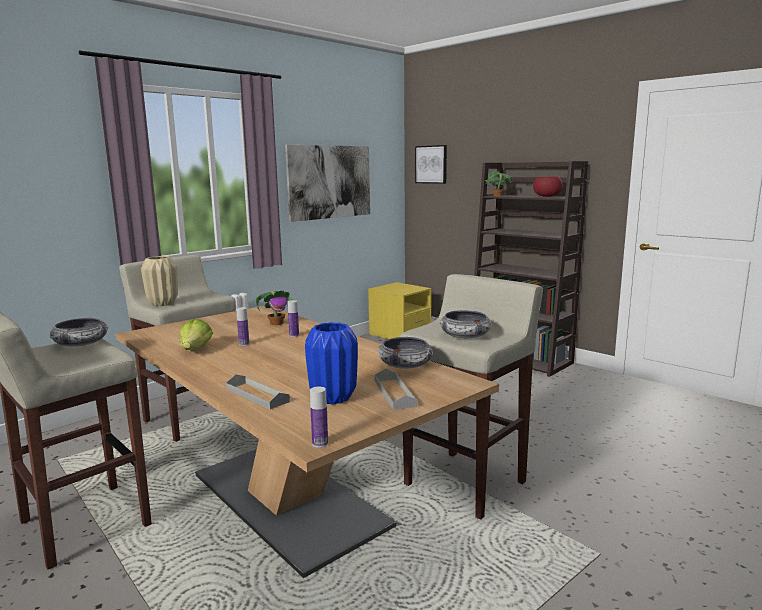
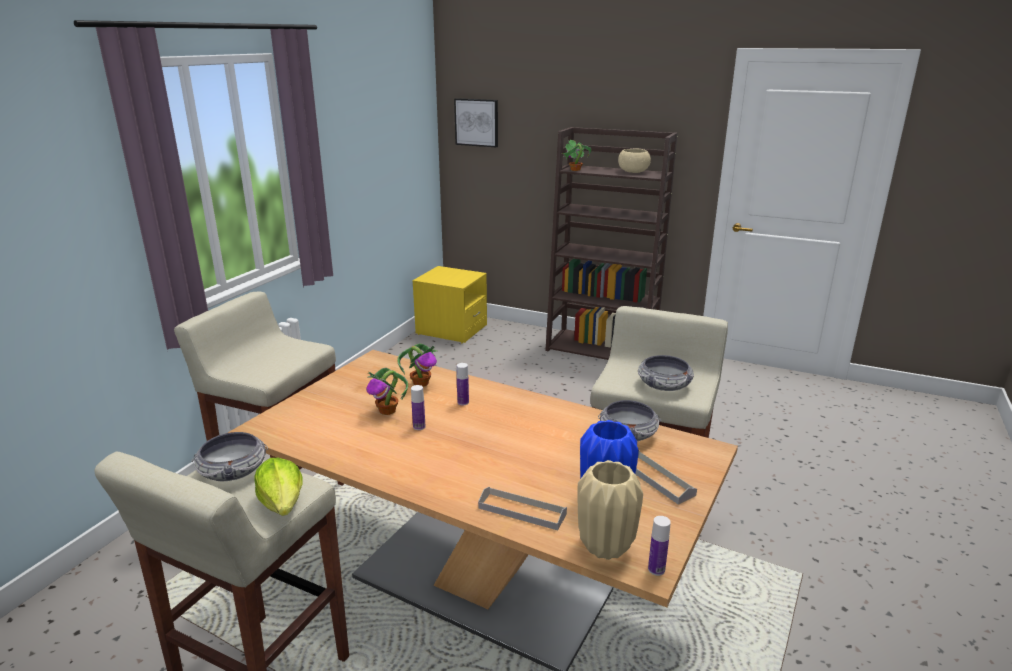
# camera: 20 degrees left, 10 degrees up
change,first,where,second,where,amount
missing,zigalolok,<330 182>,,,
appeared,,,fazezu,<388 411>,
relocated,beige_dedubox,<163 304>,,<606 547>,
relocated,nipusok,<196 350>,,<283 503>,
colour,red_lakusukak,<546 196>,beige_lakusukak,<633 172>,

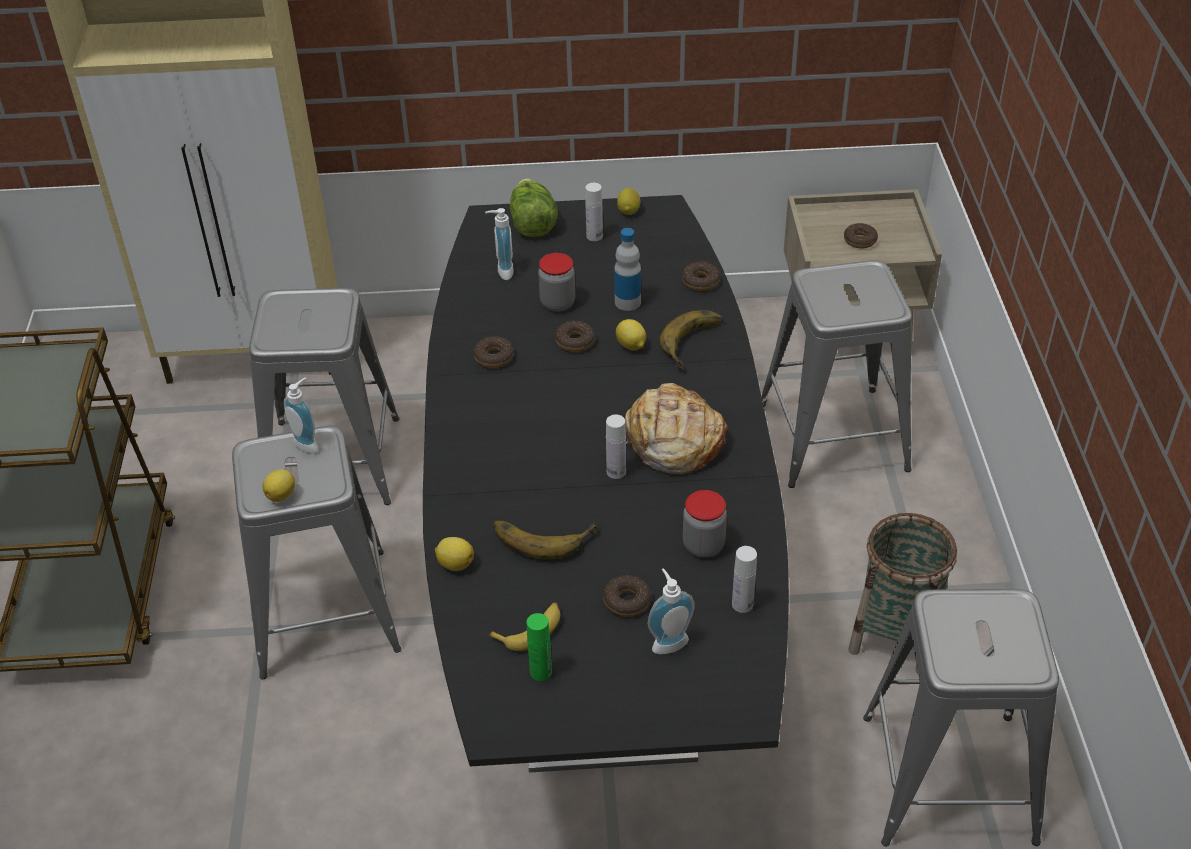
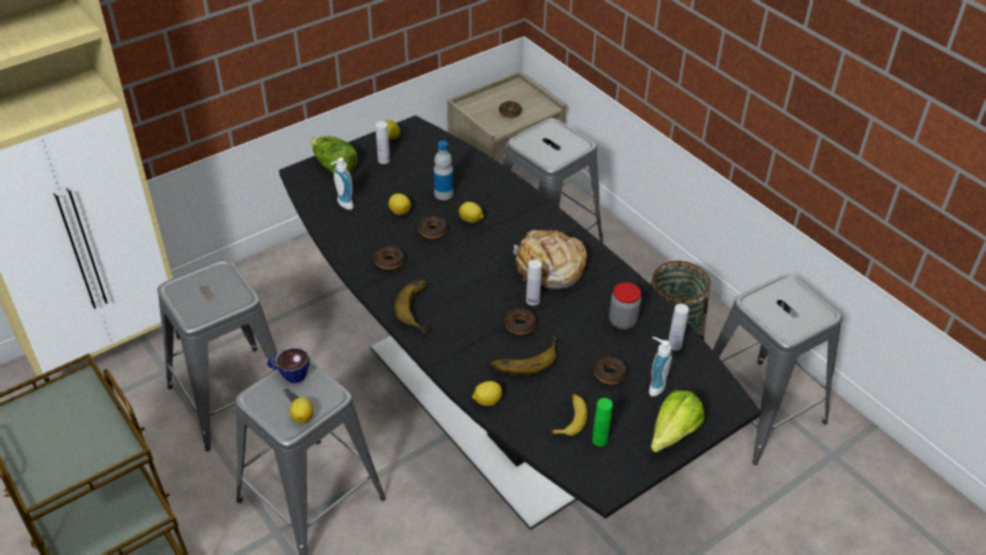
# camera: 35 degrees left, 0 degrees up
change,first,where,second,where,amount
appeared,,,nipusok,<668 438>,
relocated,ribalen,<697 344>,,<422 309>,
relocated,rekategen,<700 281>,,<520 325>,
exchanged,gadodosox,<308 443>,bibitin,<289 374>,
exchanged,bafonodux,<557 303>,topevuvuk,<399 211>,

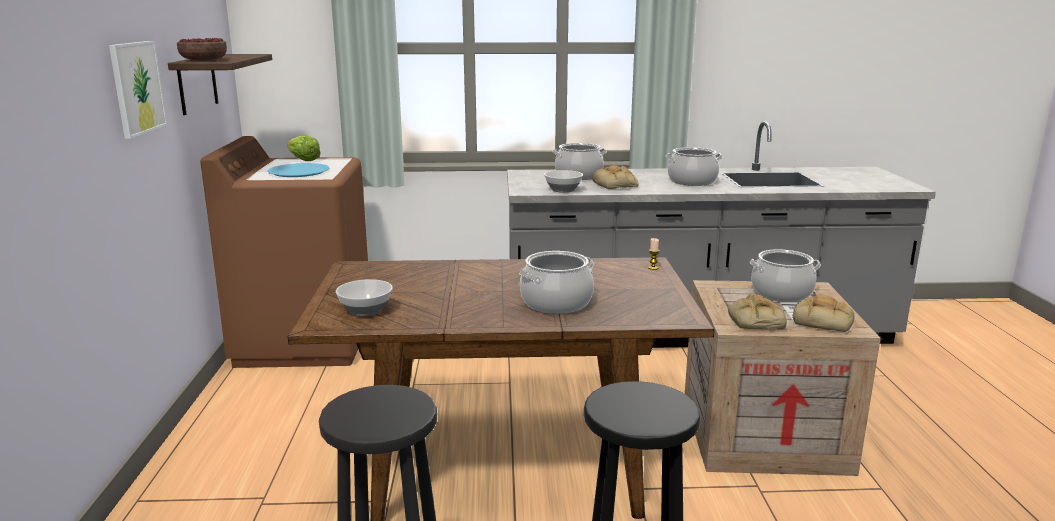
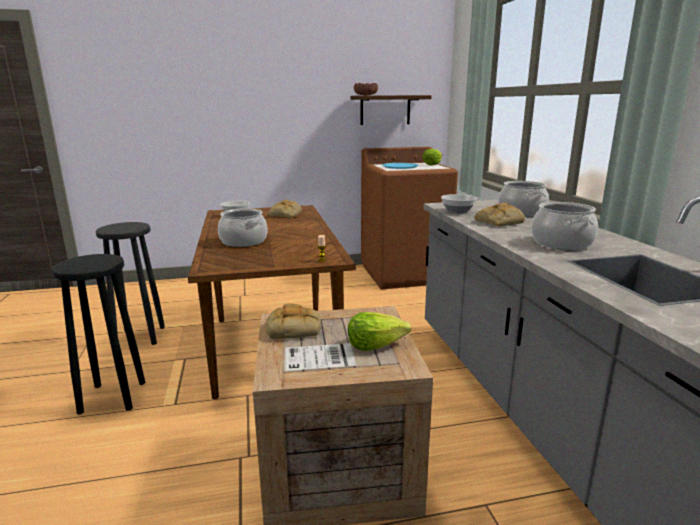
# camera: 80 degrees right, 0 degrees up
change,first,where,second,where,amount
missing,zigalolok,<137 88>,,,
relocated,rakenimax,<823 321>,,<286 214>,
exchanged,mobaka,<781 293>,nipusok,<375 345>,

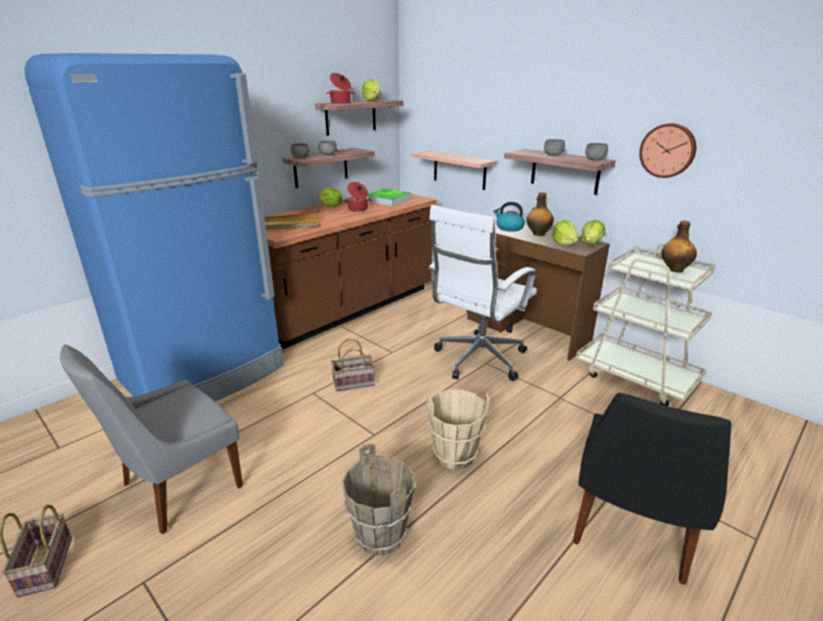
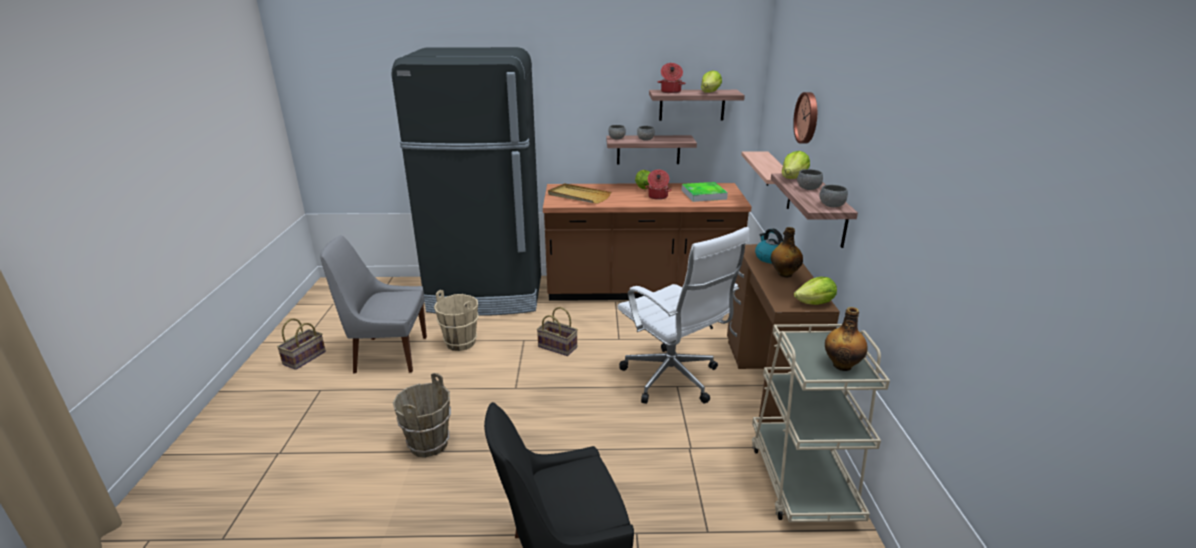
# camera: 45 degrees right, 0 degrees up
change,first,where,second,where,amount
relocated,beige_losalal,<454 455>,,<461 342>,
relocated,nipusok,<564 244>,,<793 178>,
relocated,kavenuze,<668 150>,,<808 118>,
colour,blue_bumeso,<204 373>,black_bumeso,<487 295>,
spun,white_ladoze,<477 360>,,<673 380>,120 degrees counterclockwise

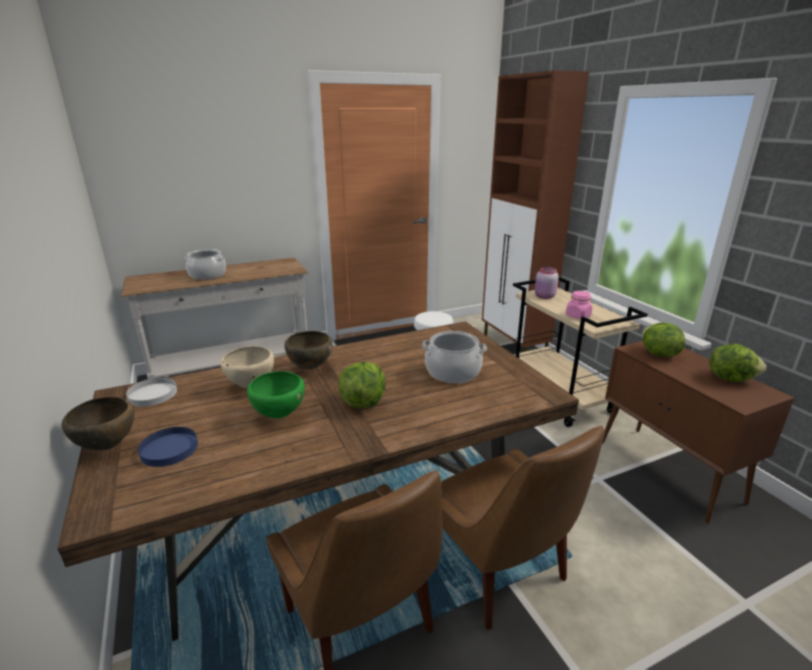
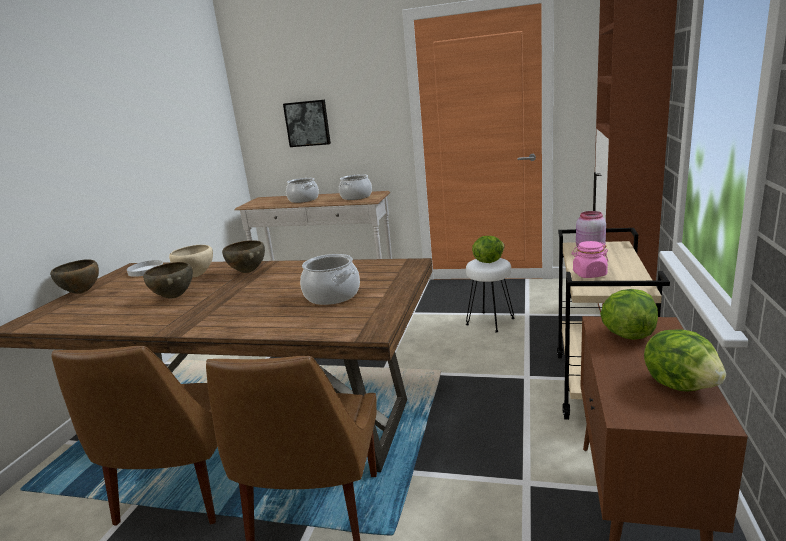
# camera: 40 degrees right, 5 degrees down
change,first,where,second,where,amount
missing,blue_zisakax,<168 449>,,,
appeared,,,zigalolok,<307 123>,
appeared,,,mobaka,<356 197>,
relocated,nipusok,<363 402>,,<488 261>,
colour,green_lakusukak,<279 415>,brown_lakusukak,<174 297>,

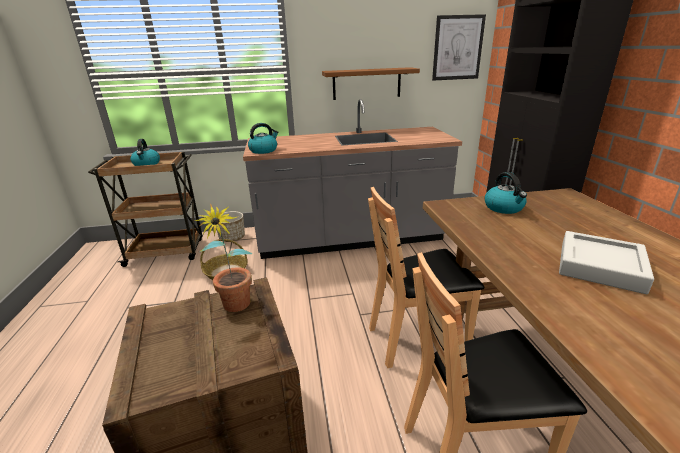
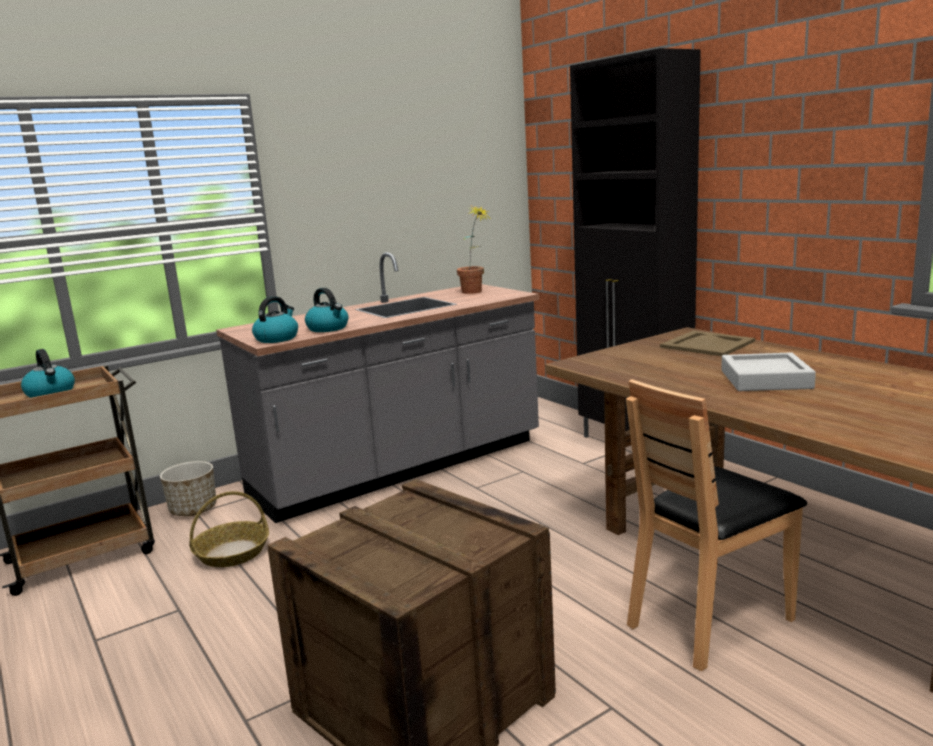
# camera: 25 degrees left, 10 degrees down
change,first,where,second,where,amount
missing,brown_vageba,<366 83>,,,
missing,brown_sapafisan,<417 339>,,,
missing,zigalolok,<457 48>,,,
appeared,,,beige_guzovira,<708 344>,
relocated,fazezu,<236 309>,,<475 292>,
relocated,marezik,<504 208>,,<328 328>,

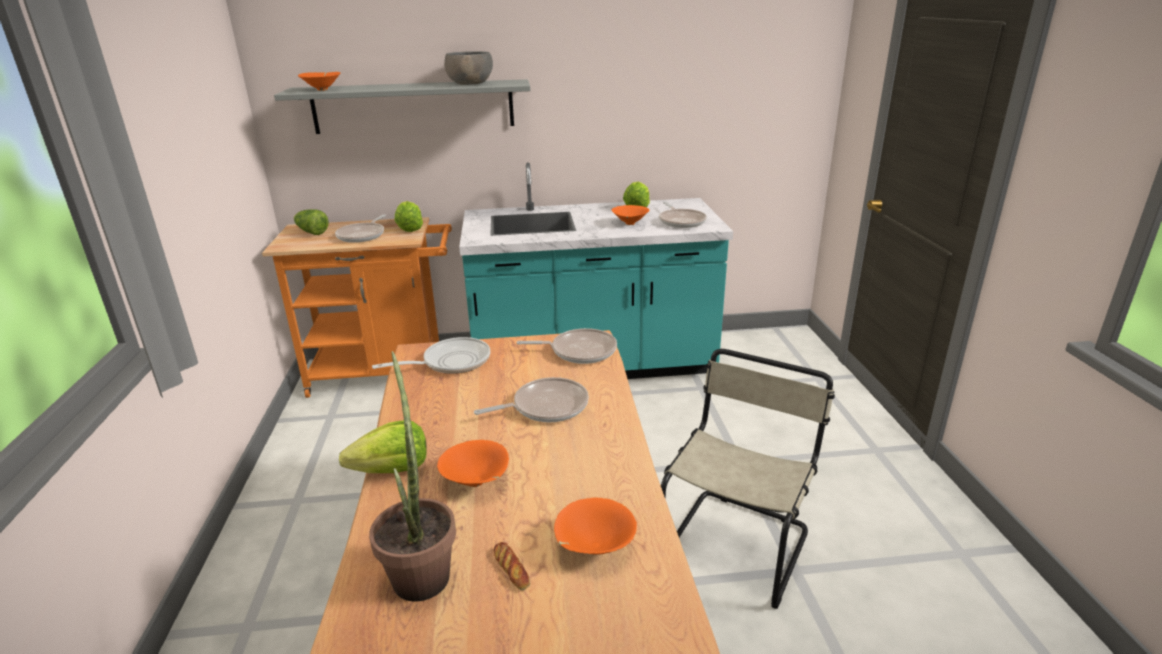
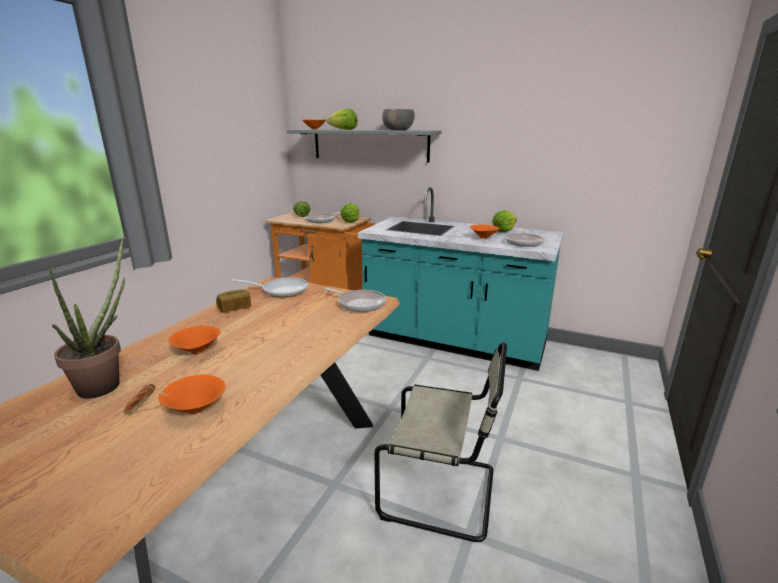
# camera: 30 degrees right, 5 degrees down
change,first,where,second,where,amount
missing,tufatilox,<546 407>,,,
appeared,,,rakenimax,<235 308>,
relocated,nipusok,<392 470>,,<343 129>,
spun,beige_sapafisan,<737 542>,,<443 492>,45 degrees clockwise

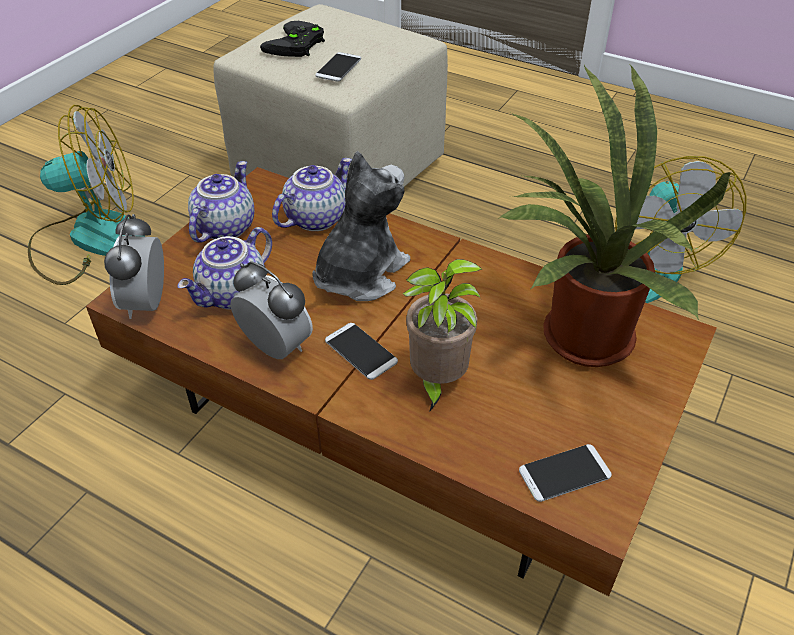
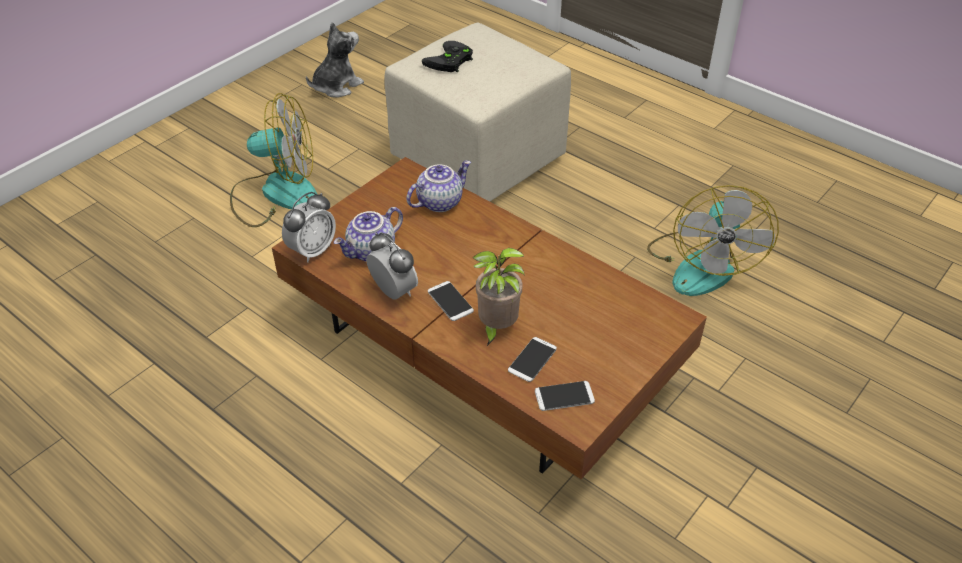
# camera: 10 degrees right, 0 degrees up
change,first,where,second,where,amount
missing,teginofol,<224 227>,,,
missing,fazezu,<577 339>,,,
relocated,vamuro,<359 274>,,<336 86>,
relocated,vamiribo,<338 67>,,<532 360>,
spun,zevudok,<147 303>,,<312 250>,150 degrees counterclockwise

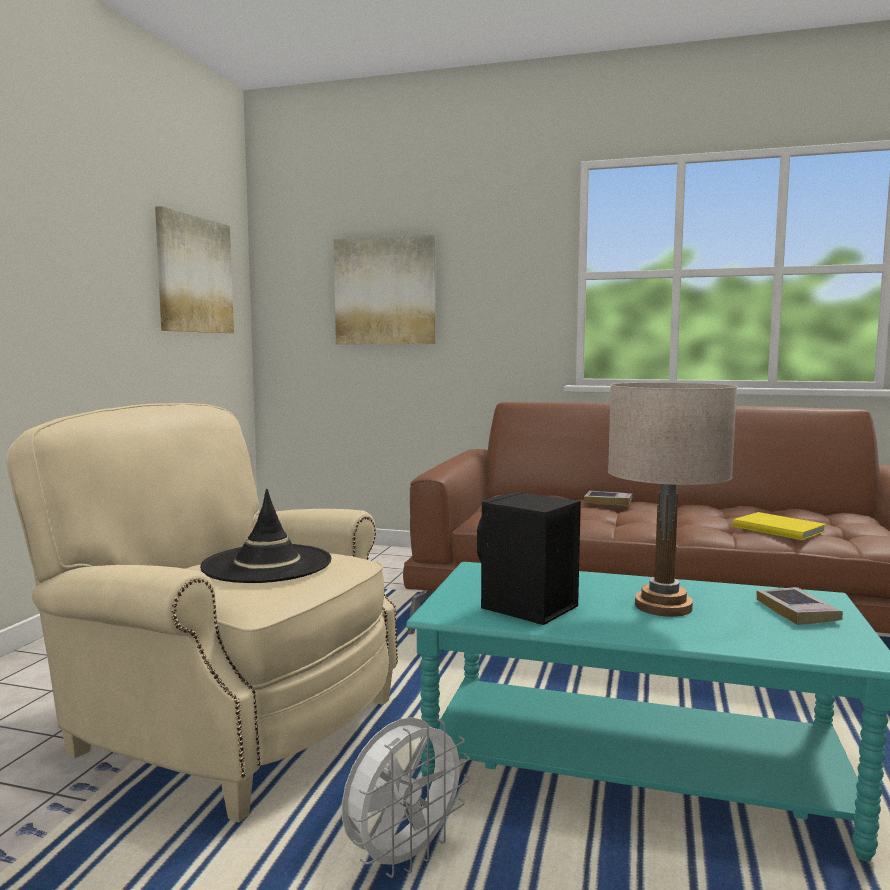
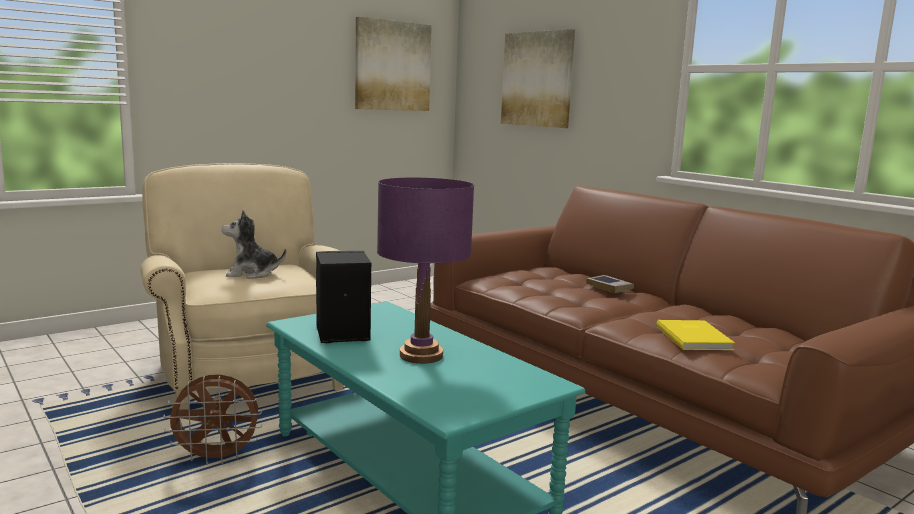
# camera: 35 degrees right, 5 degrees up
change,first,where,second,where,amount
missing,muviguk,<797 611>,,,
exchanged,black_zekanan,<267 564>,vamuro,<252 274>,
colour,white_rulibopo,<404 856>,brown_rulibopo,<217 458>,
colour,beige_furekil,<662 606>,purple_furekil,<421 355>,

